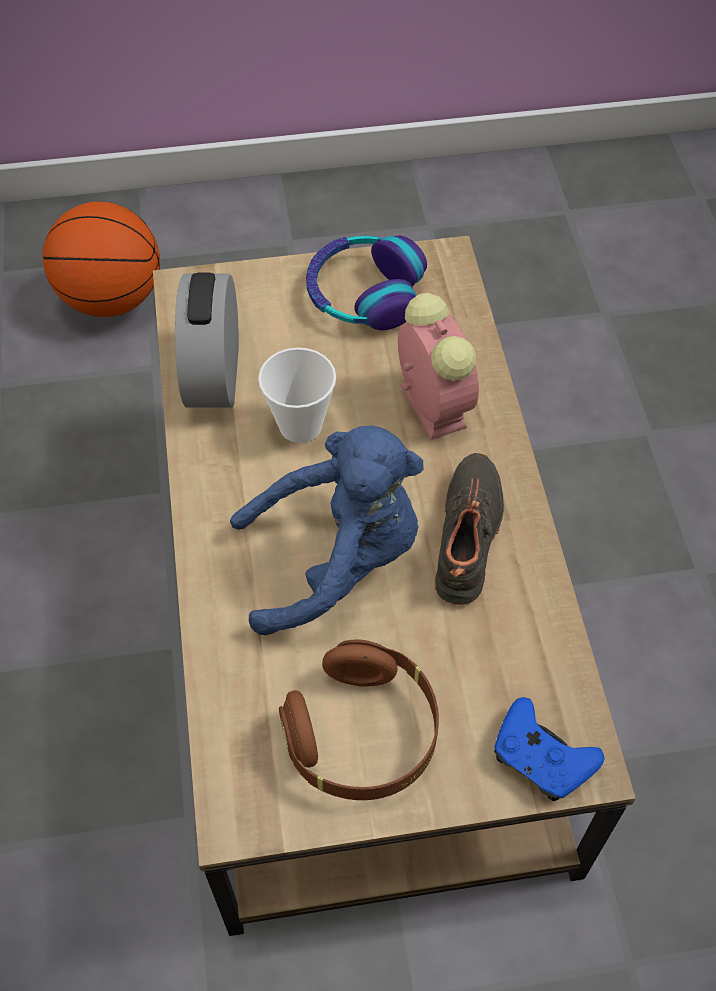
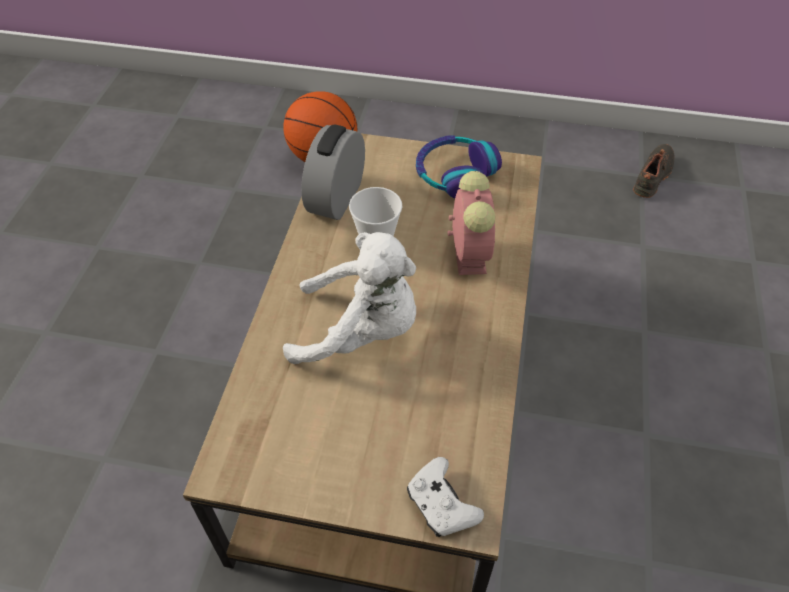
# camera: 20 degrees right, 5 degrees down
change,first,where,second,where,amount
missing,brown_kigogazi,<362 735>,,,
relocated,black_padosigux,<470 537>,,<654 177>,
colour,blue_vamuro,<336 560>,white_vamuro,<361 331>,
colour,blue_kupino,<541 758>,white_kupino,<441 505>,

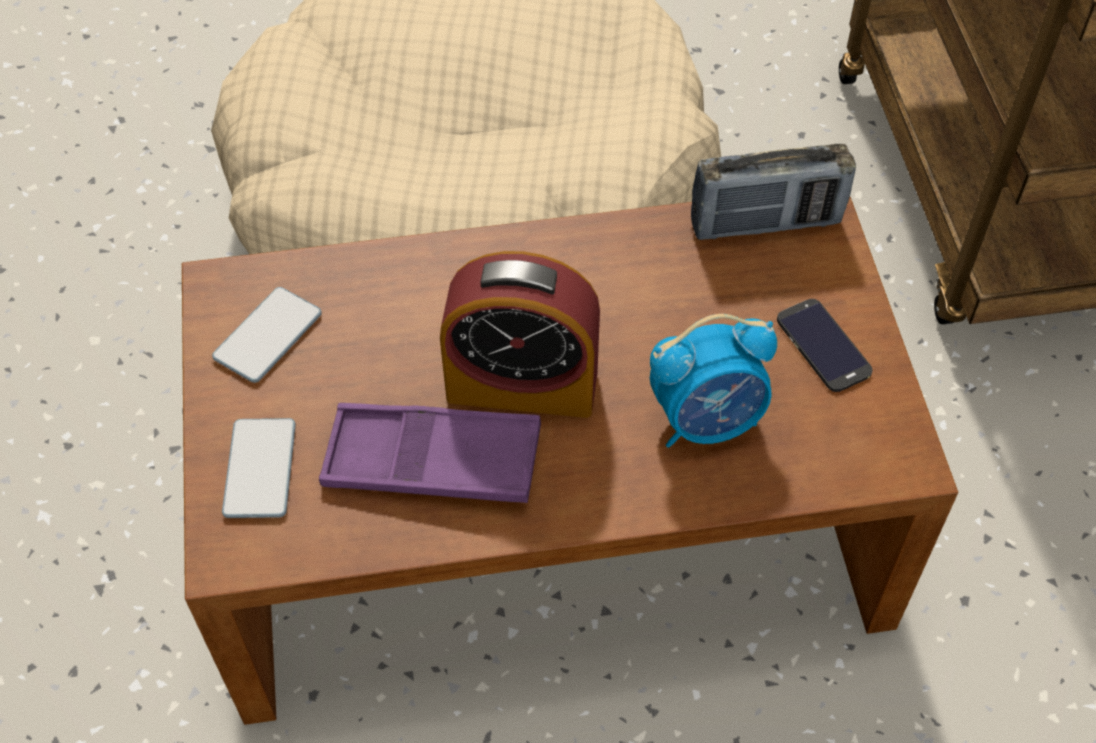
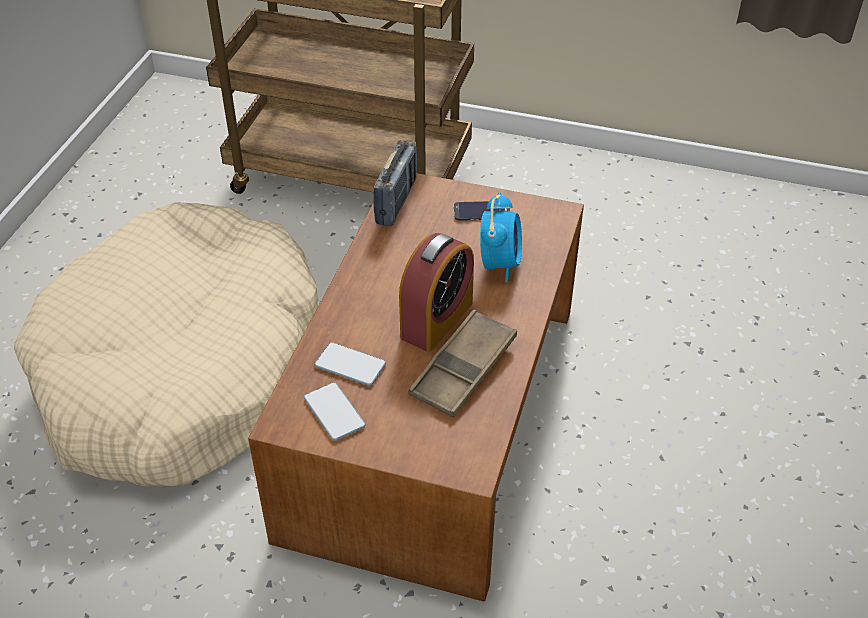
# camera: 65 degrees left, 10 degrees down
change,first,where,second,where,amount
relocated,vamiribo,<260 469>,,<350 365>,
colour,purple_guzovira,<432 462>,brown_guzovira,<463 369>,

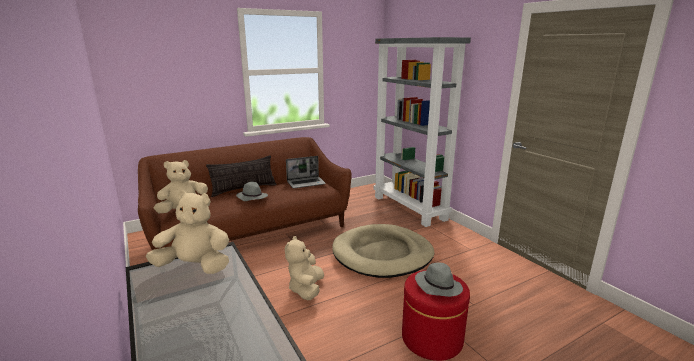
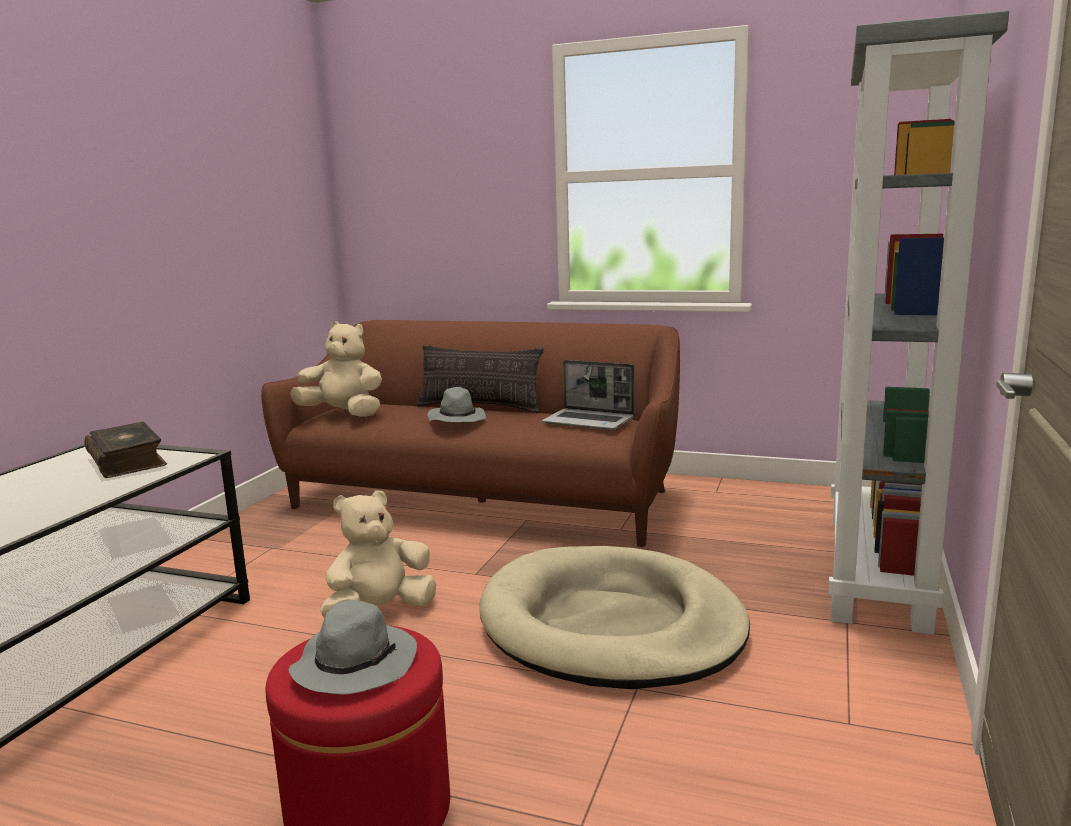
# camera: 50 degrees right, 5 degrees down
change,first,where,second,where,amount
exchanged,beige_vamuro,<195 266>,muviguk,<128 461>,

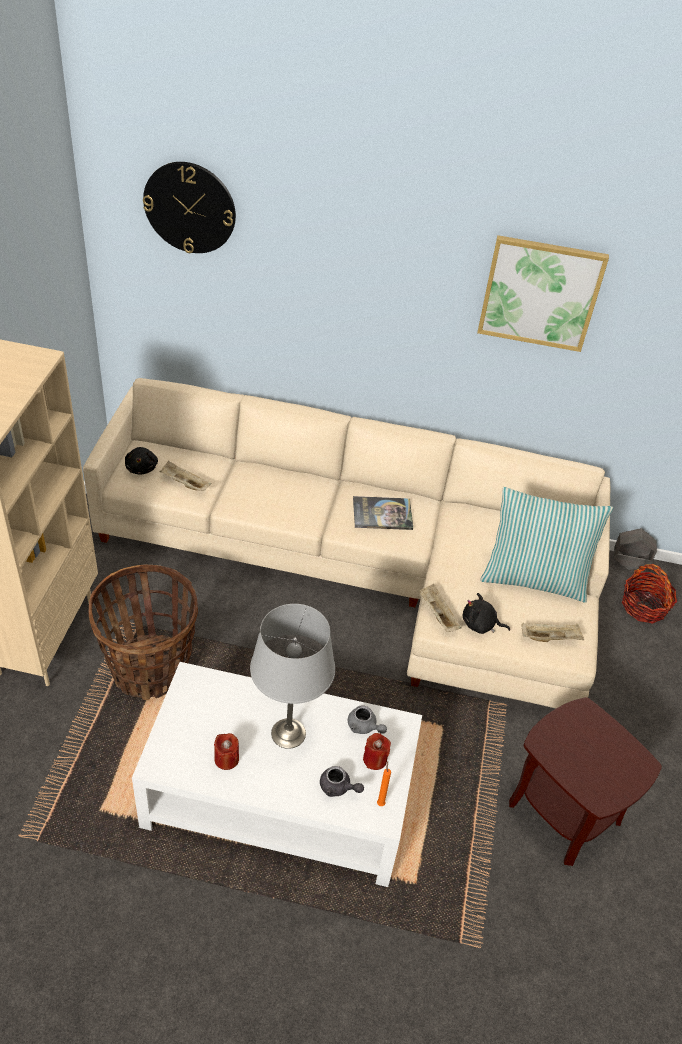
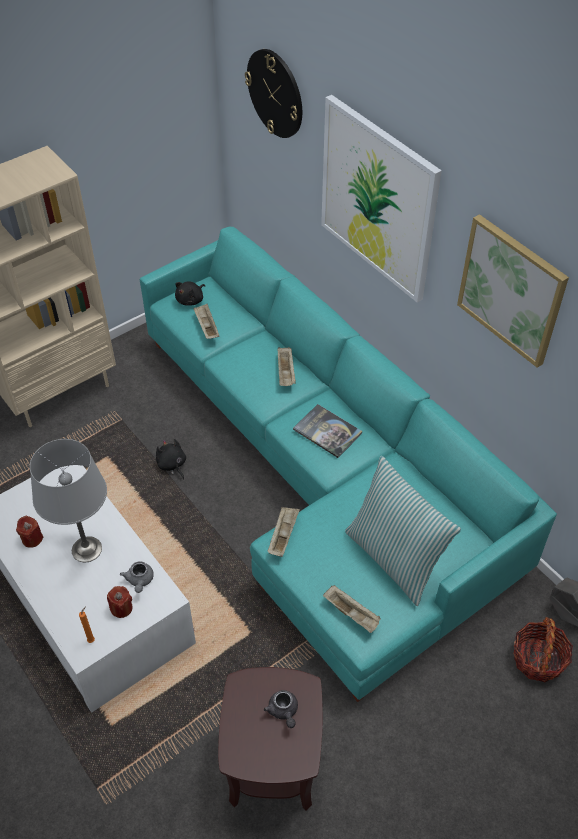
# camera: 45 degrees right, 5 degrees up
change,first,where,second,where,amount
missing,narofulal,<150 669>,,,
appeared,,,beige_guzovira,<286 373>,
appeared,,,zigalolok,<378 199>,
relocated,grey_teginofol,<338 788>,,<283 712>,
relocated,black_vamuro,<480 625>,,<172 465>,
colour,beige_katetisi,<368 567>,turquoise_katetisi,<326 475>,

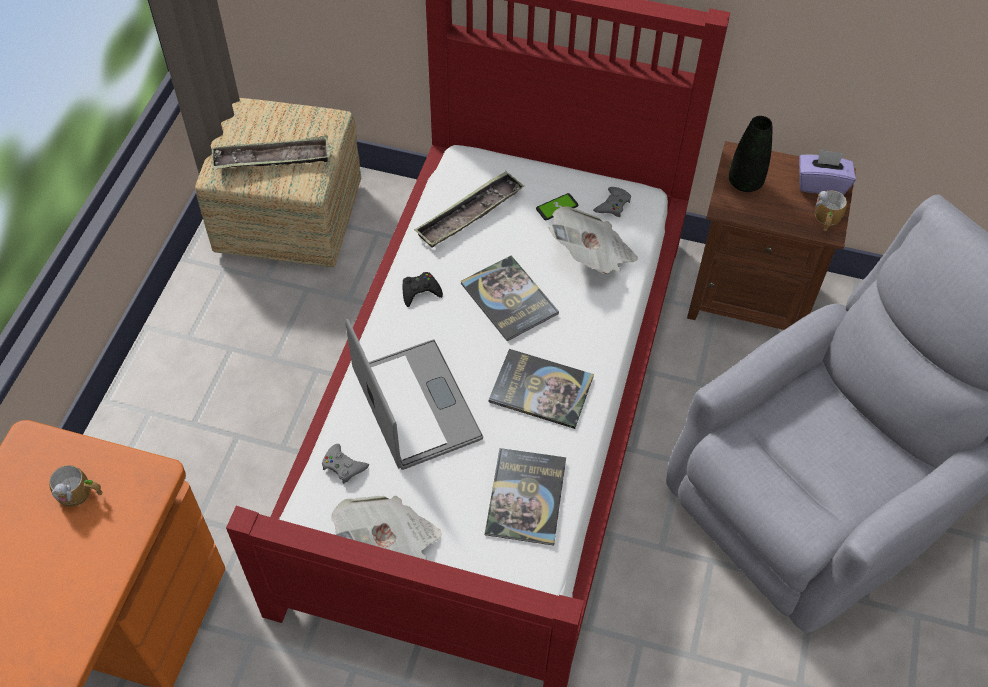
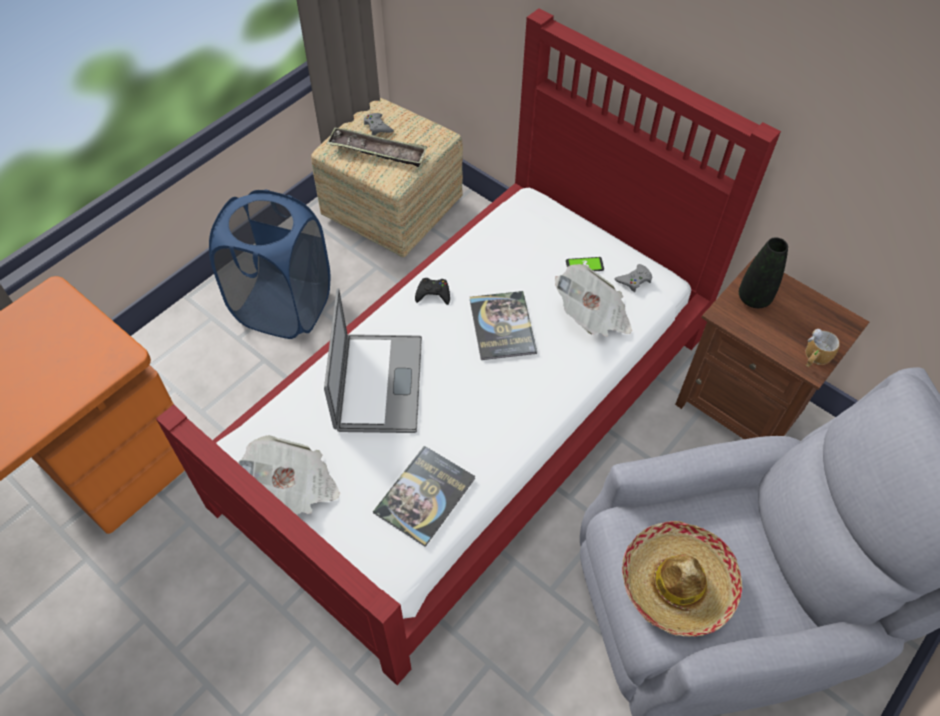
# camera: 25 degrees right, 0 degrees up
change,first,where,second,where,amount
missing,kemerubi,<80 494>,,,
missing,guzovira,<469 214>,,,
missing,muviguk,<541 389>,,,
missing,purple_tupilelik,<821 184>,,,
appeared,,,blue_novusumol,<283 307>,
appeared,,,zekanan,<677 584>,
relocated,grey_kupino,<343 466>,,<377 127>,

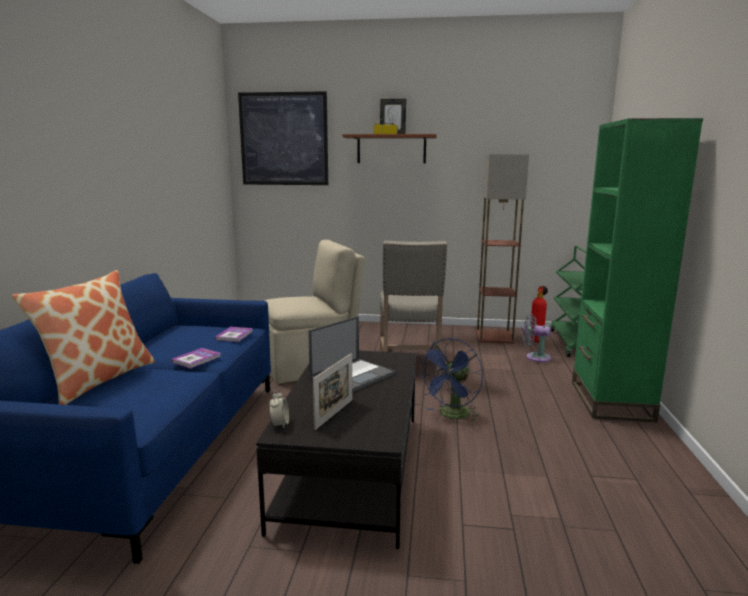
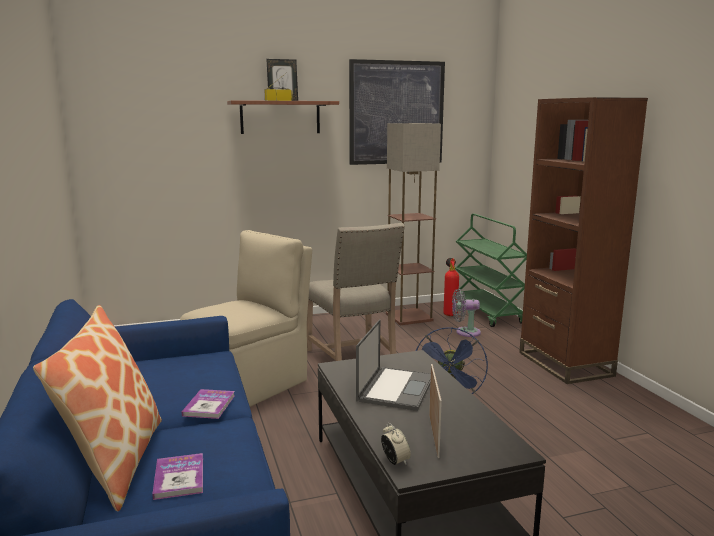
# camera: 25 degrees left, 0 degrees up
change,first,where,second,where,amount
relocated,muviguk,<234 335>,,<179 478>,
relocated,zigalolok,<284 139>,,<396 113>,
colour,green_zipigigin,<610 401>,brown_zipigigin,<565 364>,

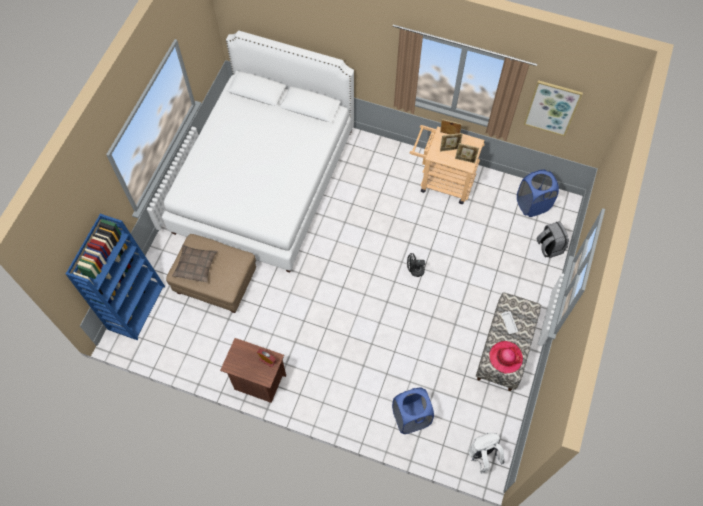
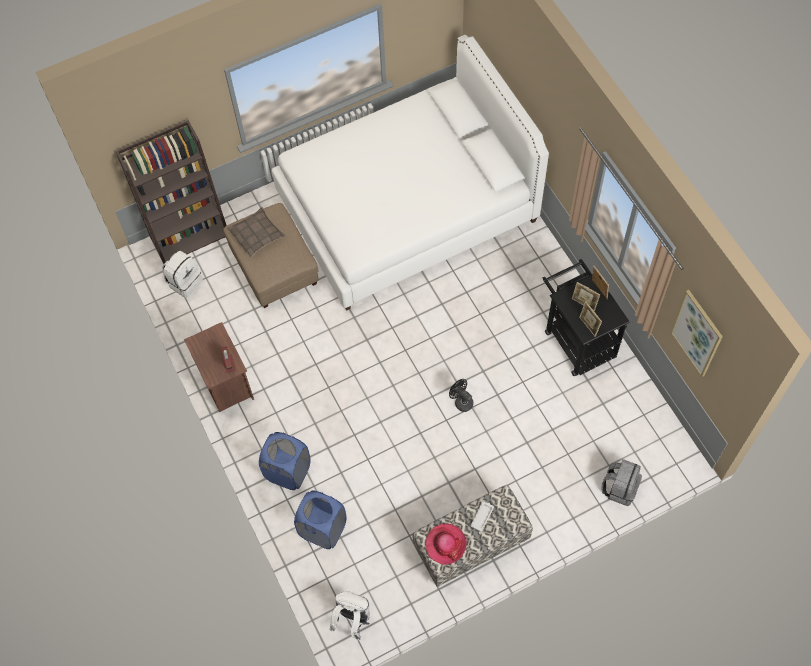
# camera: 45 degrees right, 0 degrees up
change,first,where,second,where,amount
appeared,,,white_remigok,<184 282>,
relocated,blue_novusumol,<532 204>,,<288 471>,
colour,blue_zipigigin,<136 306>,brown_zipigigin,<190 236>,
colour,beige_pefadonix,<442 181>,black_pefadonix,<576 338>,

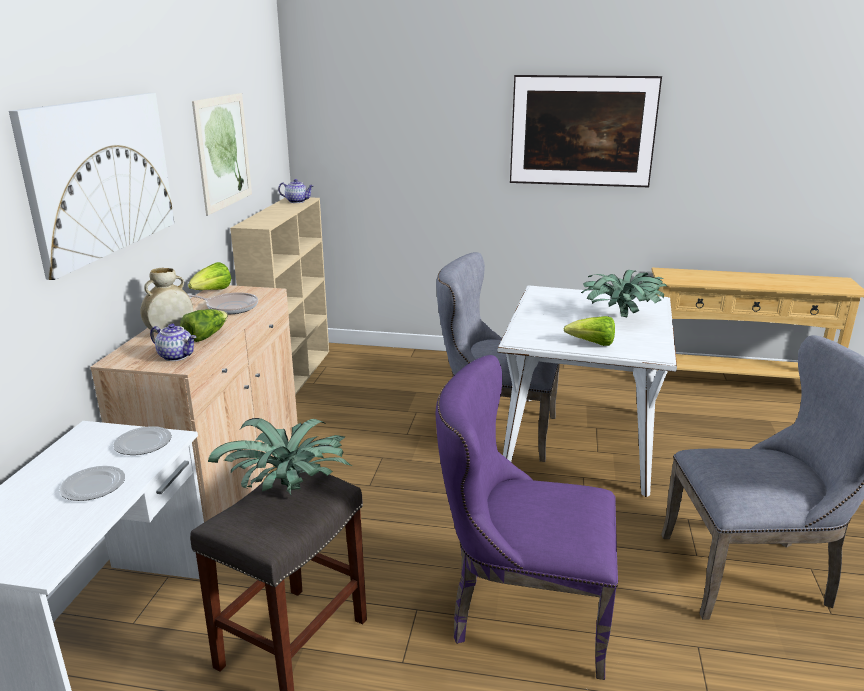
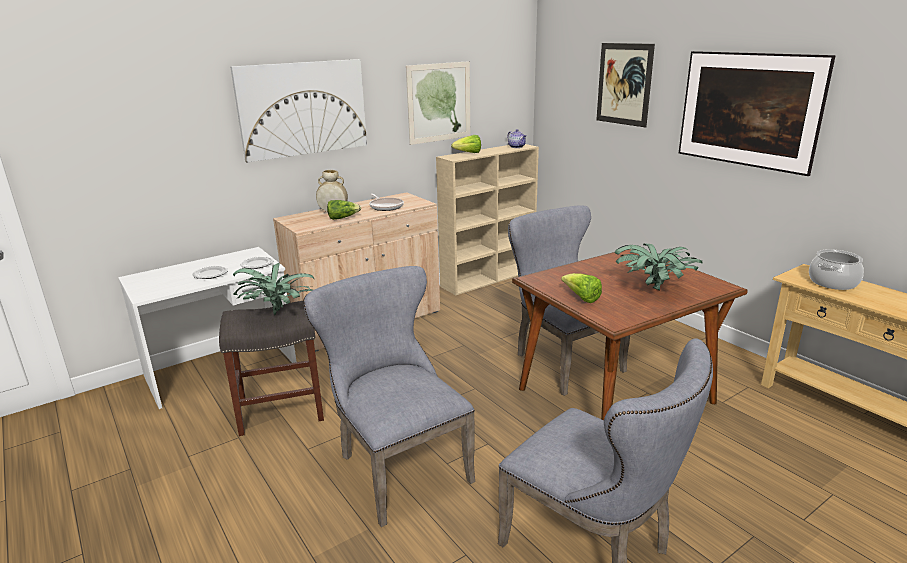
# camera: 45 degrees right, 0 degrees up
change,first,where,second,where,amount
missing,teginofol,<177 356>,,,
appeared,,,zigalolok,<624 84>,
appeared,,,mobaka,<832 282>,
relocated,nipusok,<212 292>,,<468 153>,
colour,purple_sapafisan,<520 613>,grey_sapafisan,<397 465>,
colour,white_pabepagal,<580 441>,brown_pabepagal,<615 395>,

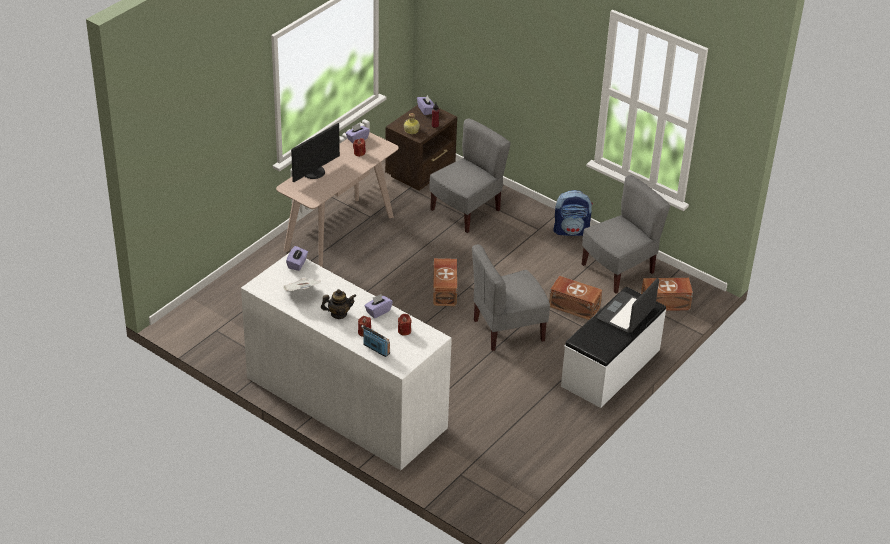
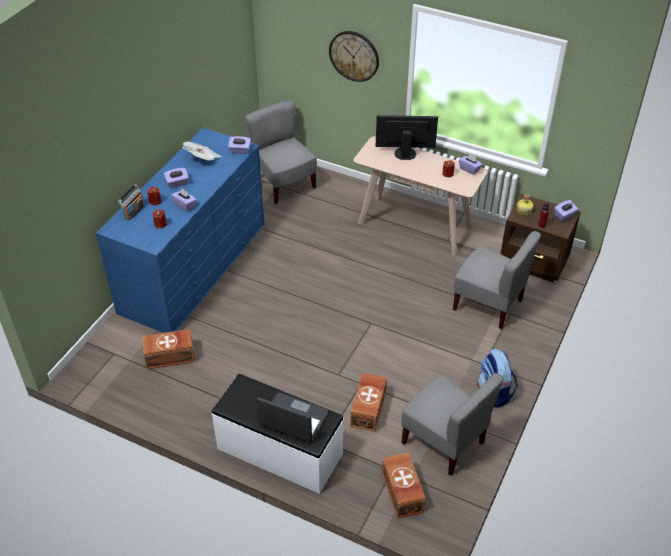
# camera: 80 degrees right, 5 degrees up
change,first,where,second,where,amount
appeared,,,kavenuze,<354 56>,
relocated,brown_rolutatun,<445 290>,,<171 357>,
relocated,grey_sapafisan,<507 330>,,<284 184>,
exchanged,teginofol,<338 314>,purple_tupilelik,<177 183>,
colour,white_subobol,<345 402>,blue_subobol,<194 267>,
spun,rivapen,<314 172>,,<405 153>,150 degrees clockwise

